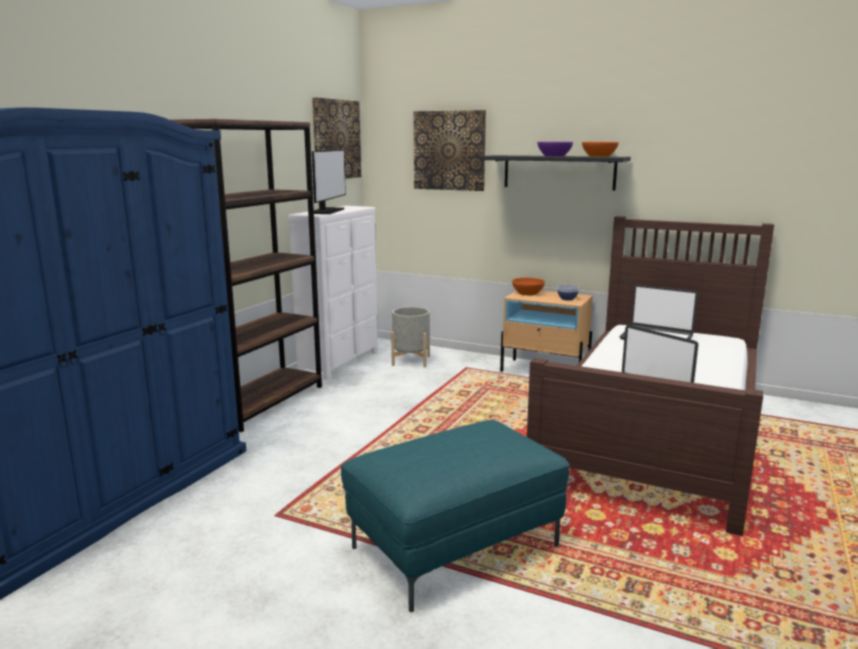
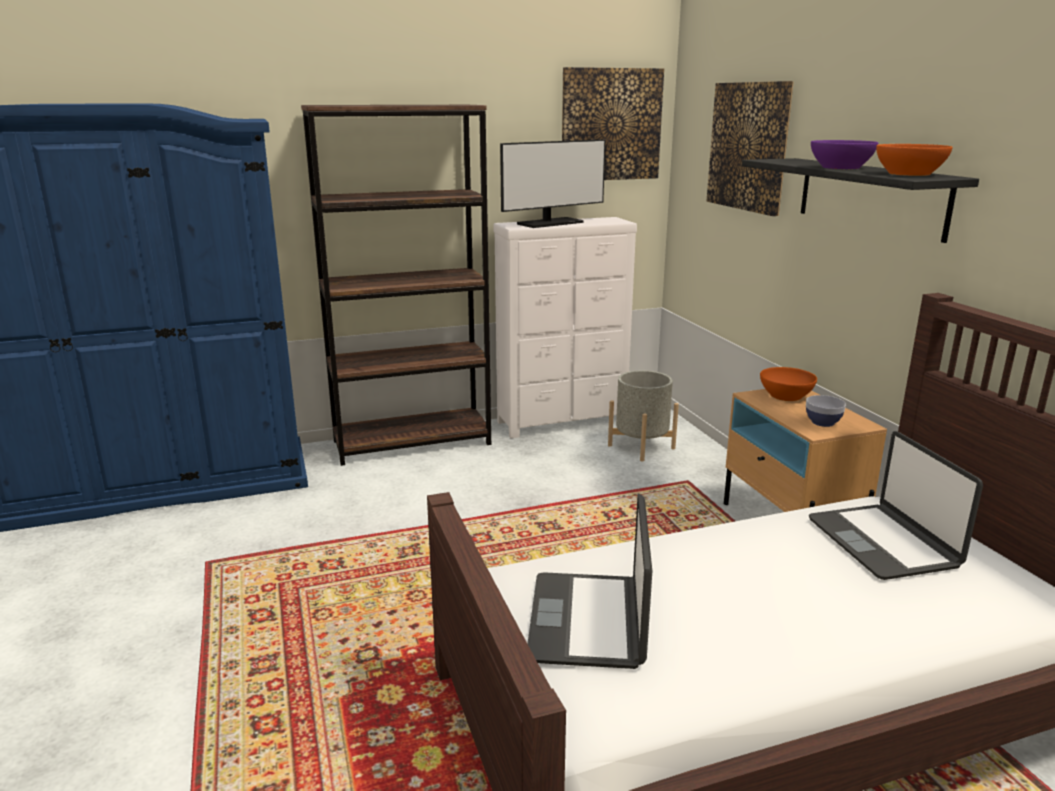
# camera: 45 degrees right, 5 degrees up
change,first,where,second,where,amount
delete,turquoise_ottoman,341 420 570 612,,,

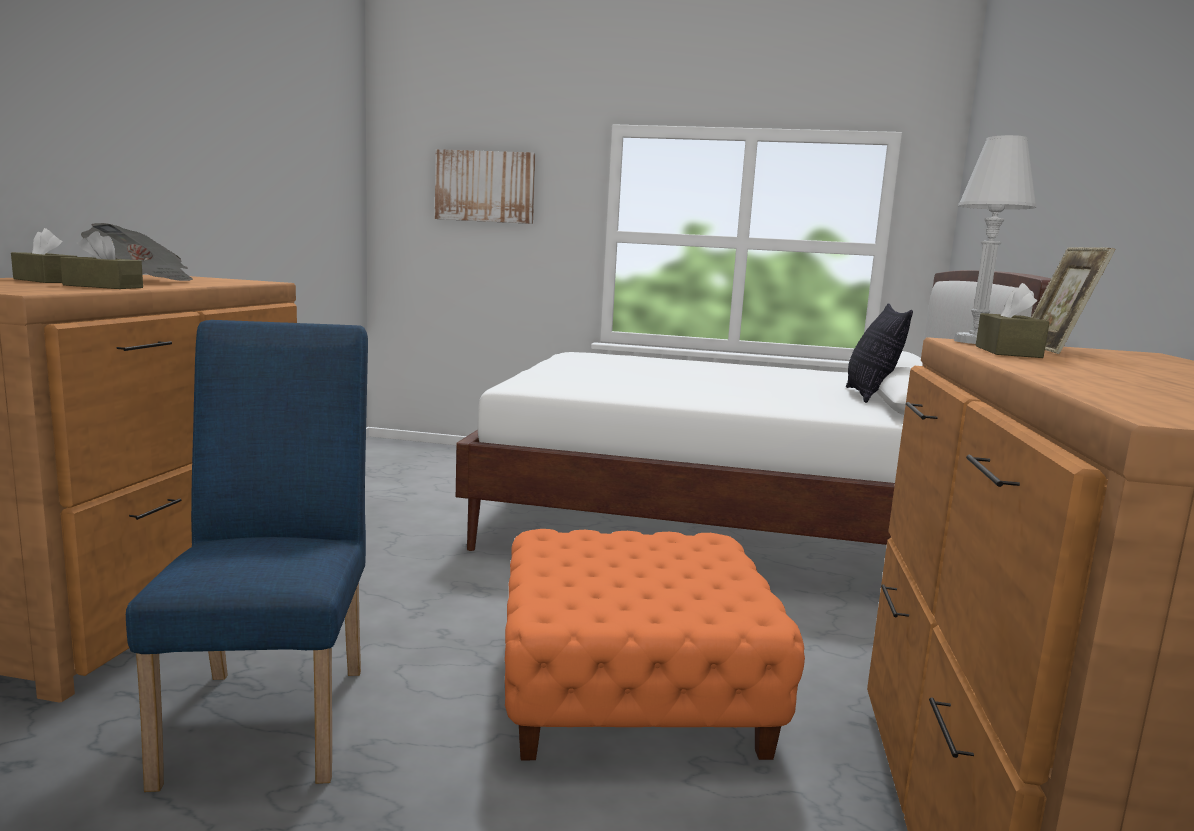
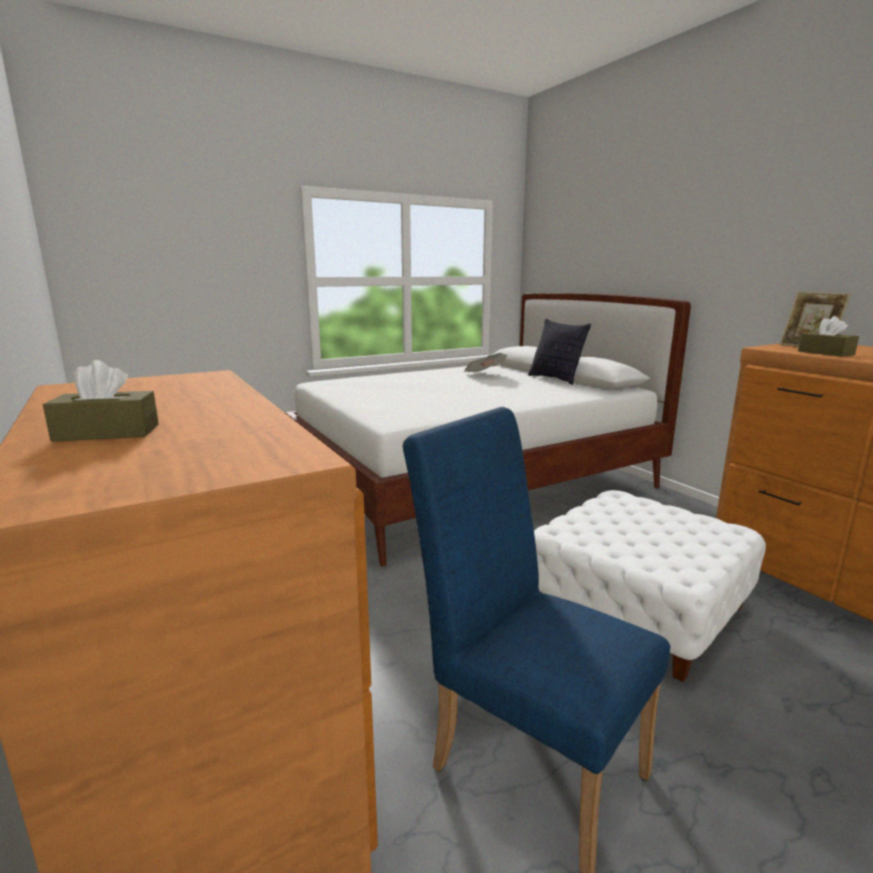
# camera: 40 degrees left, 5 degrees up
change,first,where,second,where,amount
move,newspaper,81 223 193 281,,464 353 507 372,
recolor,orange_ottoman,505 529 805 760,white_ottoman,534 490 766 682,
delete,brown_tissue_box,60 231 143 289,,,
delete,picture,435 149 535 224,,,
delete,white_table_lamp,954 135 1037 344,,,

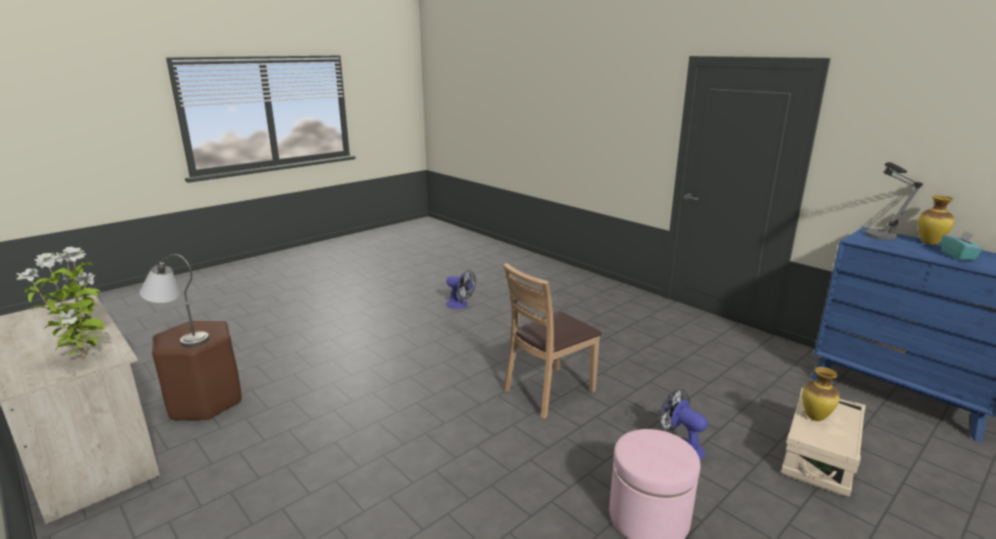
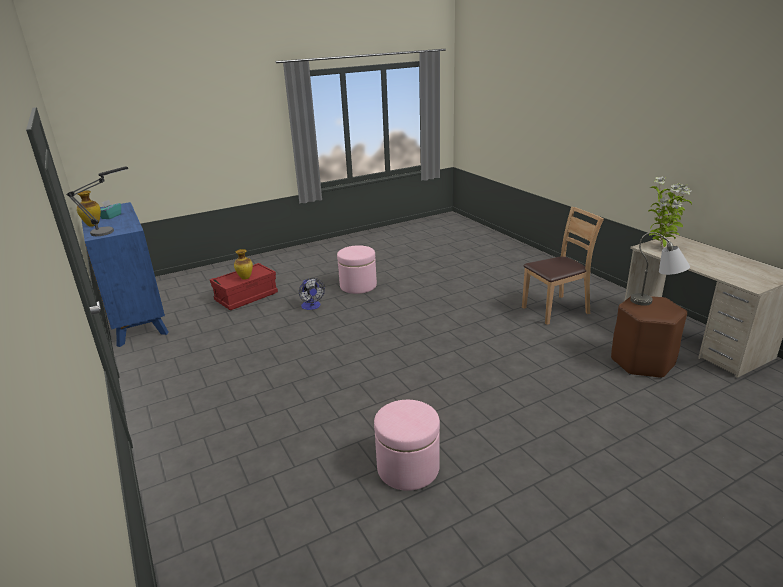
# camera: 165 degrees left, 5 degrees up
change,first,where,second,where,amount
recolor,beige_storage_box,781 388 866 497,red_storage_box,210 263 278 310,
replace,fan,446 270 476 309,pink_ottoman,374 400 440 491,
move,brown_chair,503 263 602 419,,522 207 604 325,

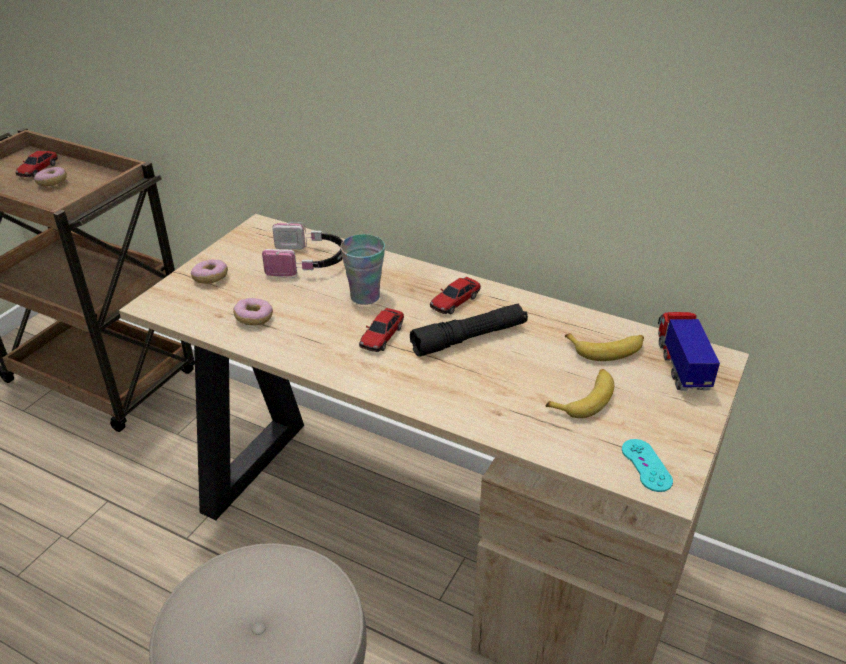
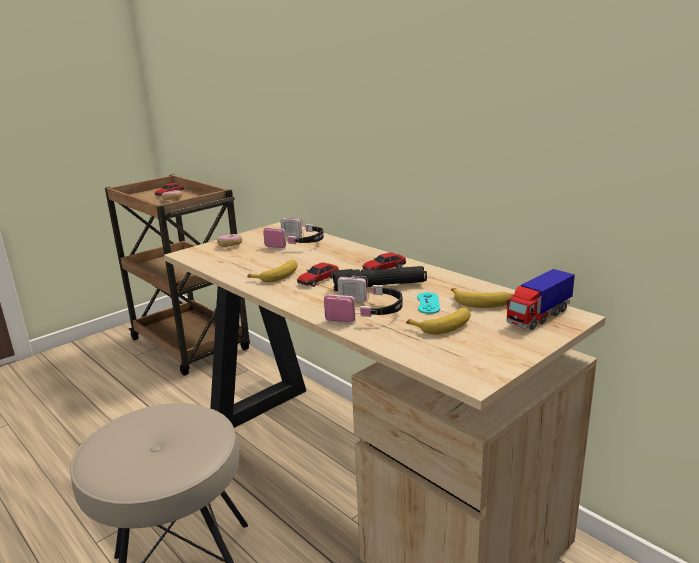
# camera: 20 degrees right, 15 degrees down
change,first,where,second,where,amount
insert,,,banana,247 260 298 282,
insert,,,headphones,324 276 403 324,
move,turquoise_game_controller,622 439 673 492,,417 292 440 314,
rotate,toy_truck,658 312 720 391,,507 269 575 330,150 degrees counterclockwise
delete,donut,233 298 273 325,,,
delete,cup,340 234 385 305,,,

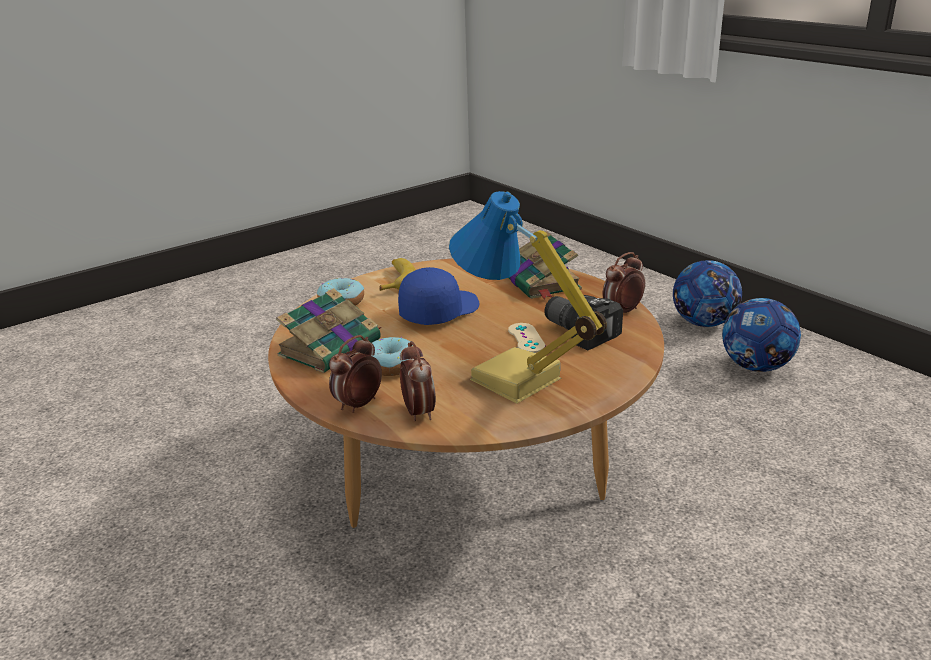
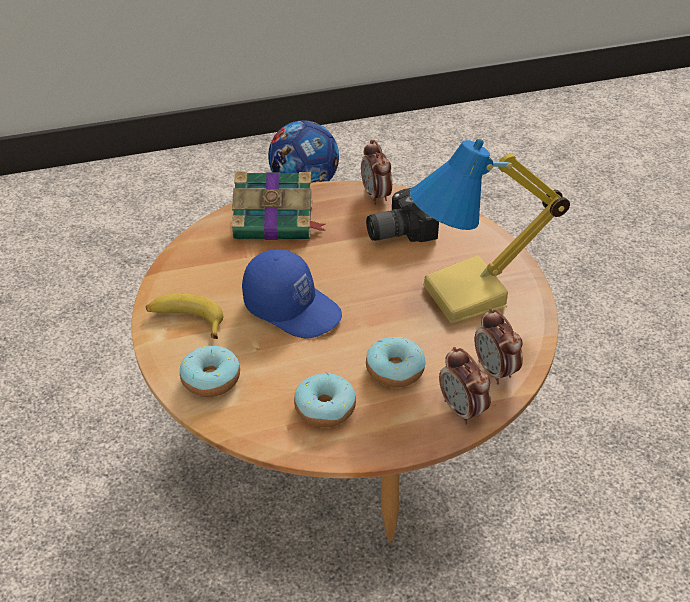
# camera: 70 degrees left, 15 degrees up
change,first,where,second,where,amount
rotate,blue_cap,398 267 480 325,,242 249 342 339,150 degrees clockwise
replace,book,276 288 381 373,donut,294 373 356 427,
rotate,alarm_clock,400 341 436 421,,475 308 523 385,120 degrees counterclockwise
delete,beige_game_controller,508 323 545 353,,,
delete,football,673 260 742 327,,,

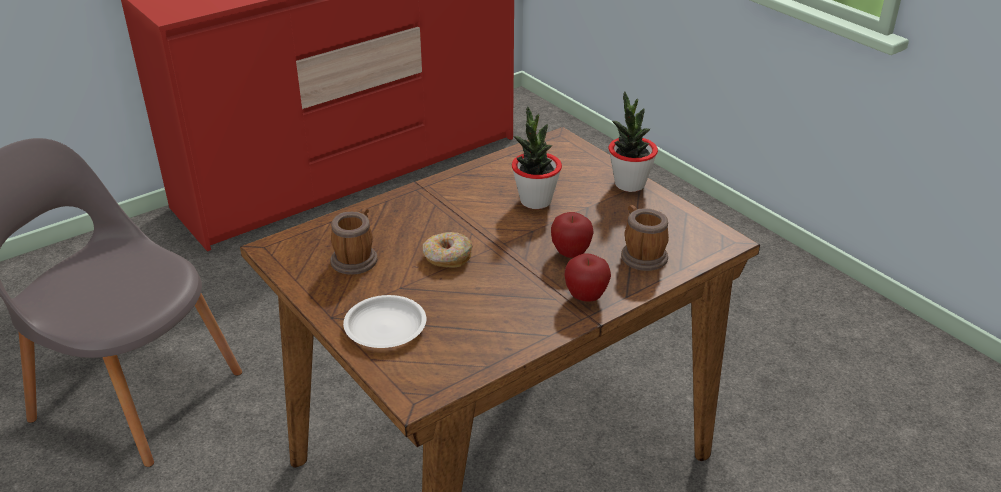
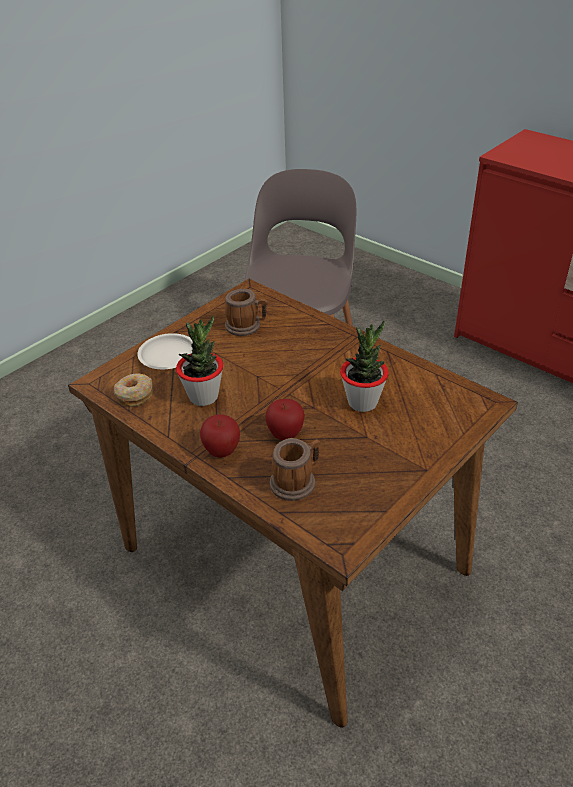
# camera: 80 degrees right, 5 degrees up
change,first,where,second,where,amount
move,donut,423 232 473 267,,114 373 153 407,
move,potted_plant,609 91 658 192,,176 315 223 406,

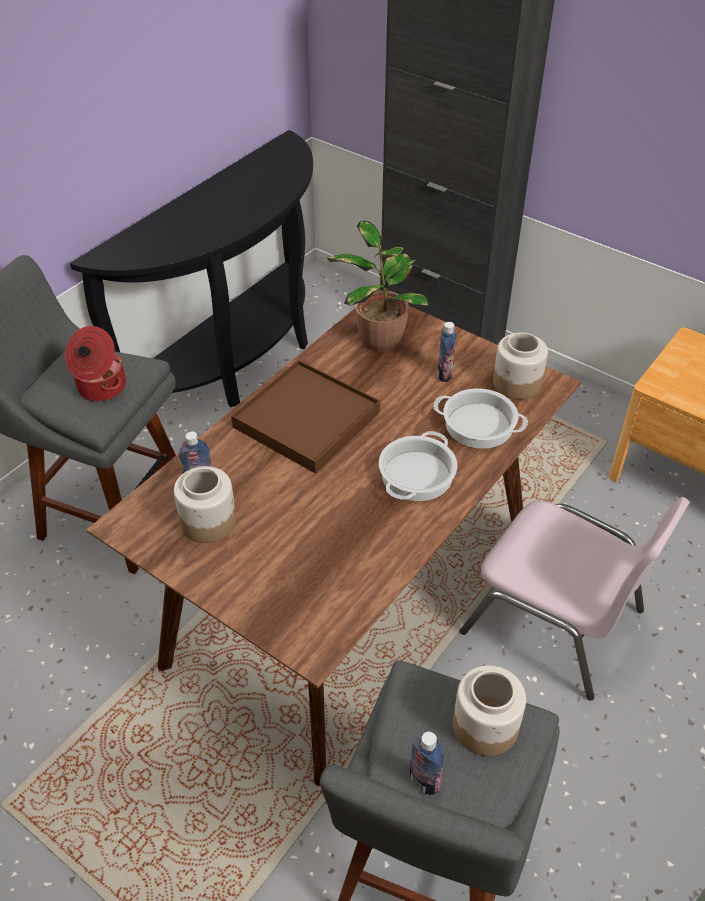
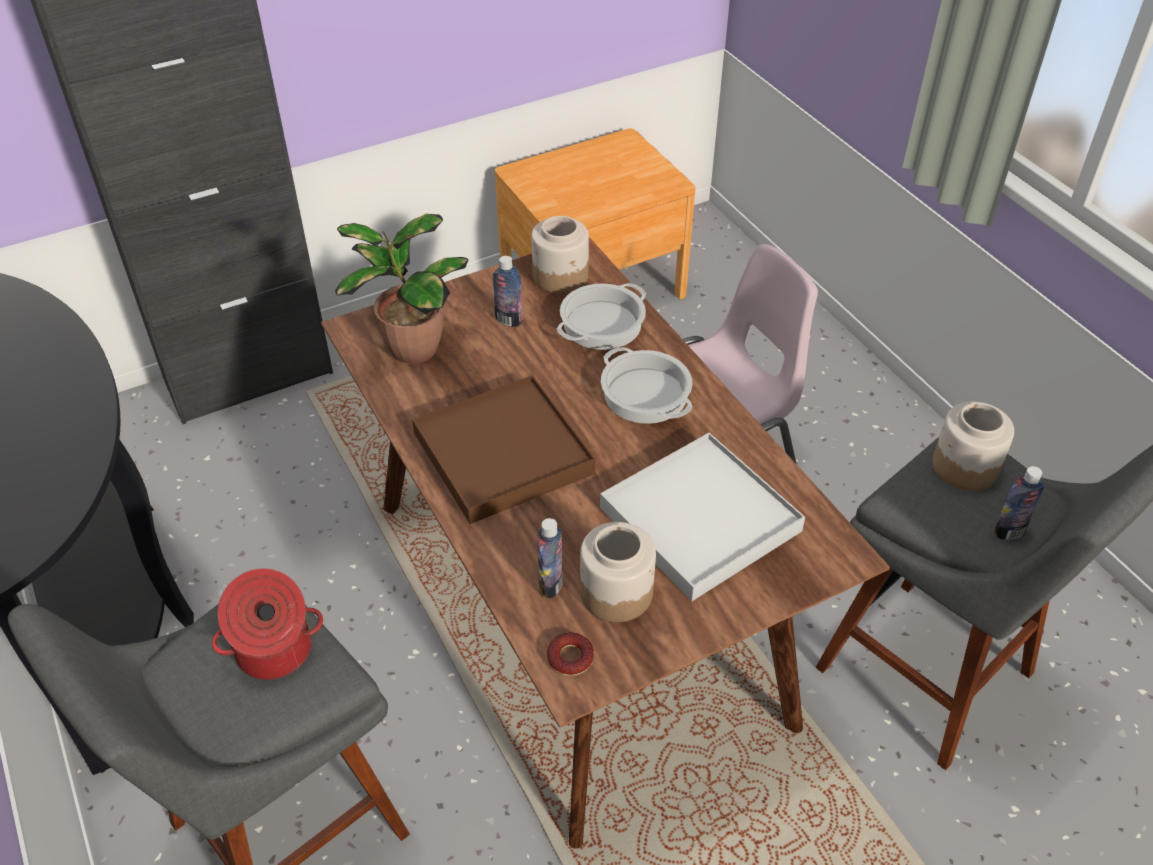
# camera: 65 degrees left, 0 degrees up
change,first,where,second,where,amount
insert,,,donut,547 632 594 676,
insert,,,white_tray,600 433 805 601,

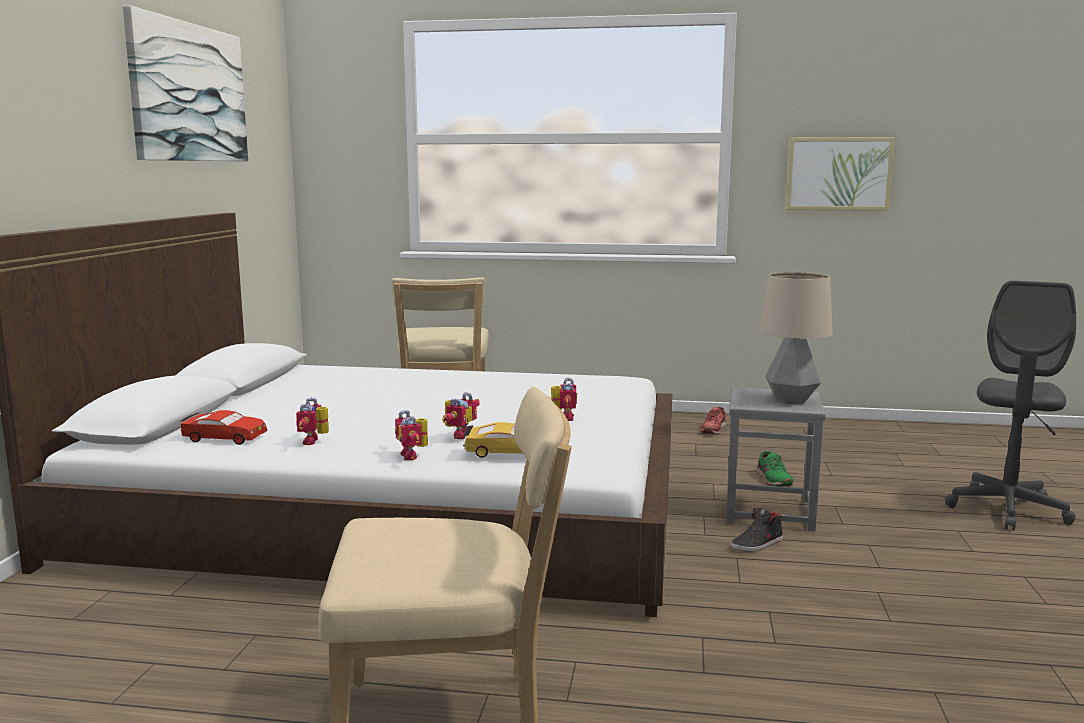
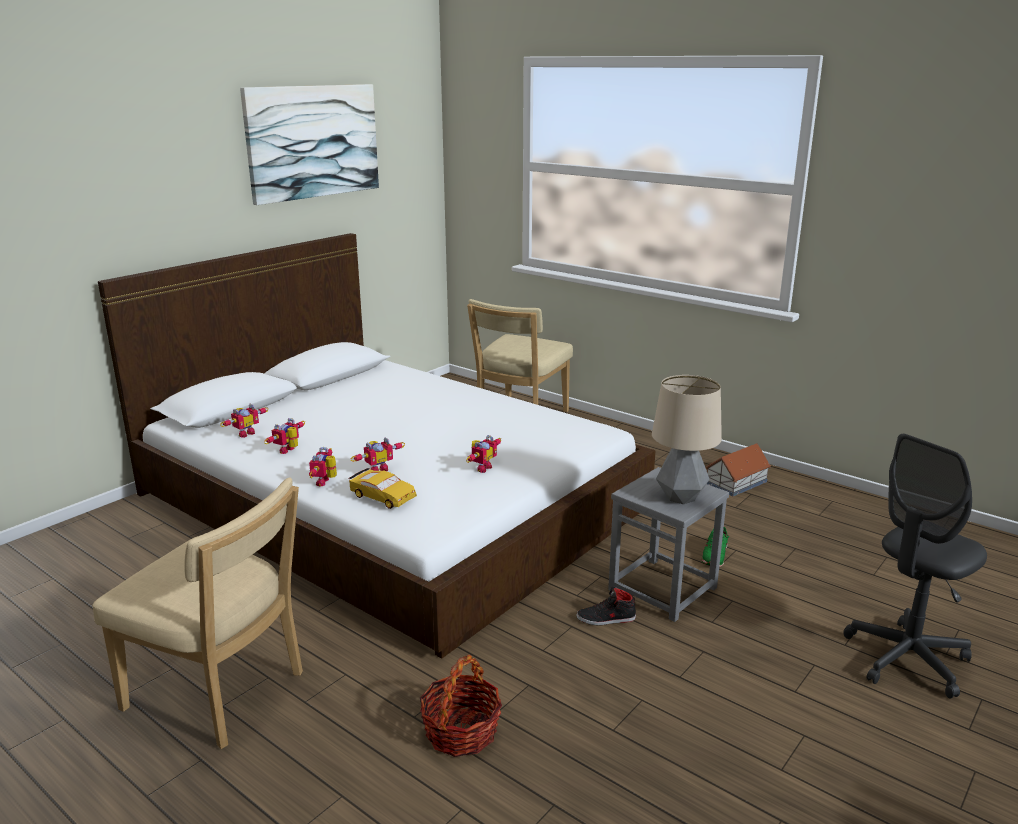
# camera: 30 degrees right, 10 degrees up
change,first,where,second,where,amount
replace,red_toy_car,180 410 267 445,toy_robot,220 404 268 438,
insert,,,basket,420 655 502 757,
replace,red_shoe,701 407 726 435,toy_house,706 443 771 497,
delete,picture,785 137 895 211,,,

